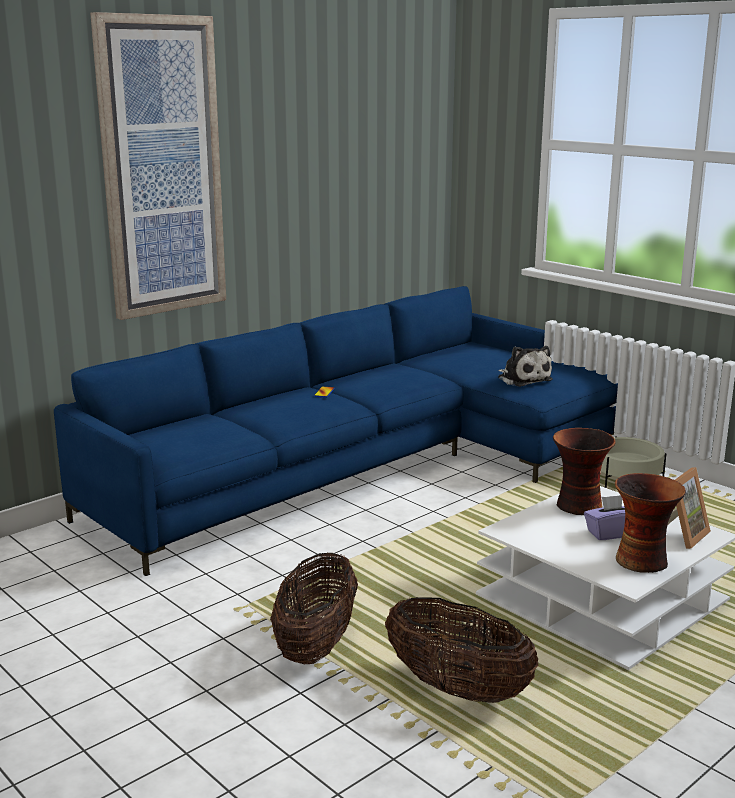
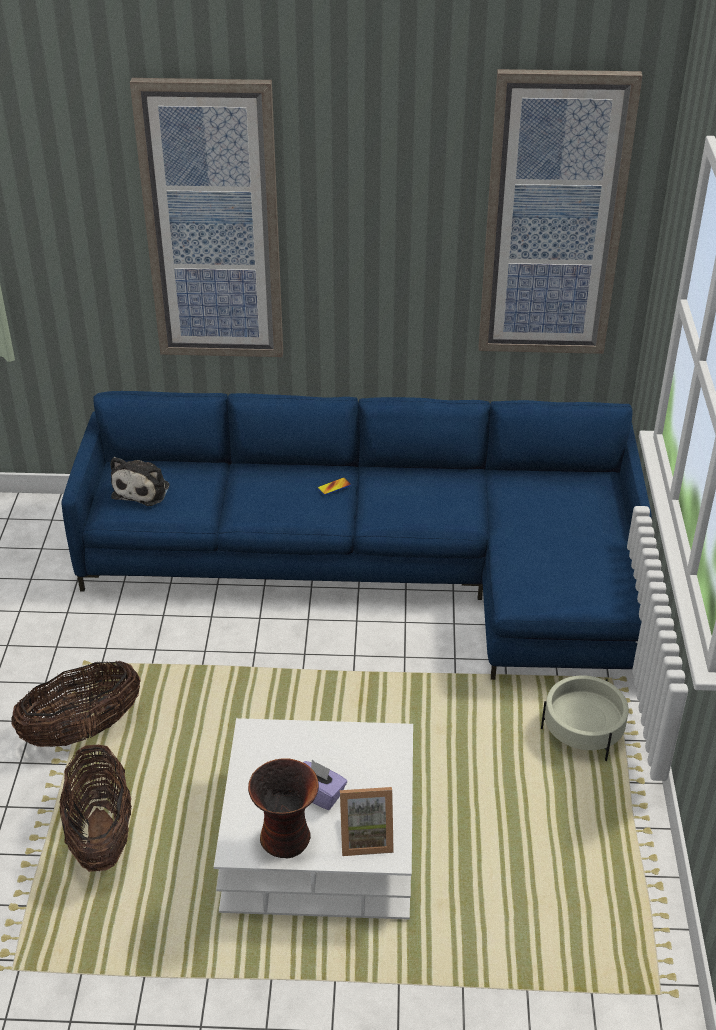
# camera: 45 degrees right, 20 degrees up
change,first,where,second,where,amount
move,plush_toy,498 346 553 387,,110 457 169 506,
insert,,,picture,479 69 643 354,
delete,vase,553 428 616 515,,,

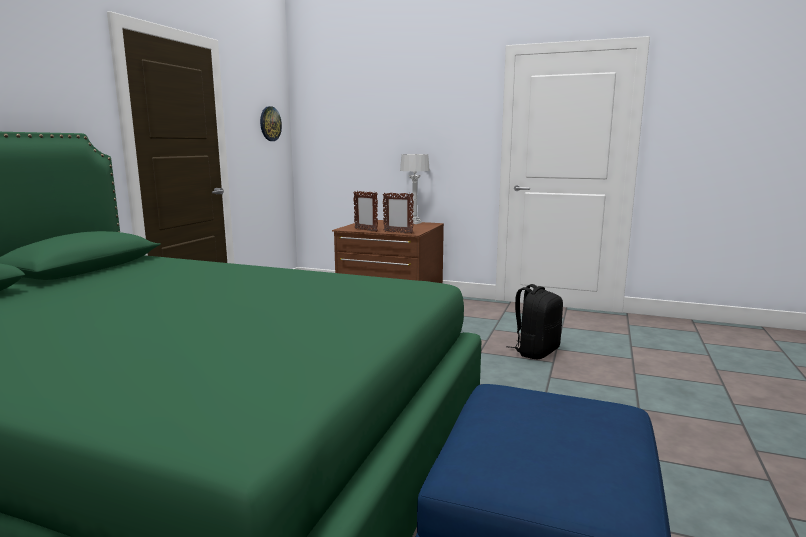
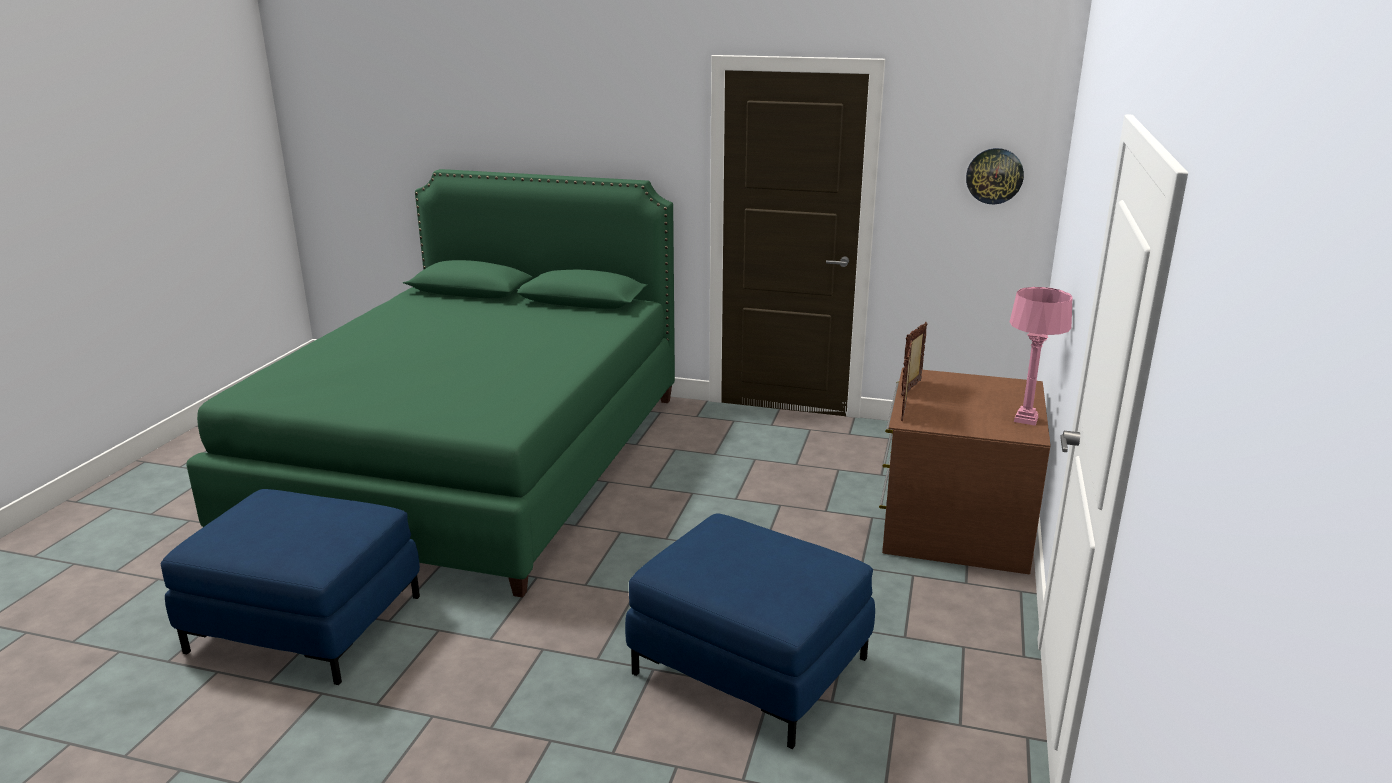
# camera: 85 degrees right, 10 degrees up
change,first,where,second,where,amount
replace,black_backpack,506 284 563 359,blue_ottoman,625 513 875 749,
recolor,grey_table_lamp,400 154 430 224,pink_table_lamp,1010 287 1072 426,

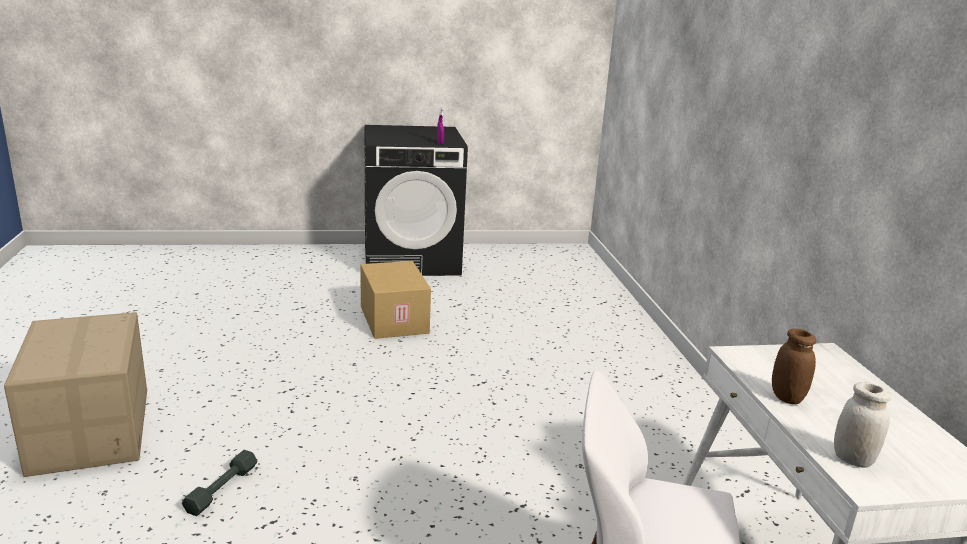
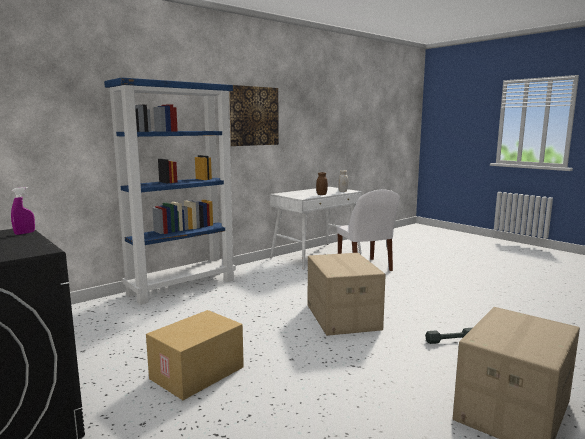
# camera: 120 degrees left, 10 degrees down
change,first,where,second,where,amount
insert,,,blue_bookcase,104 77 236 305,
insert,,,picture,229 85 279 146,
insert,,,cardboard_box,308 253 386 336,

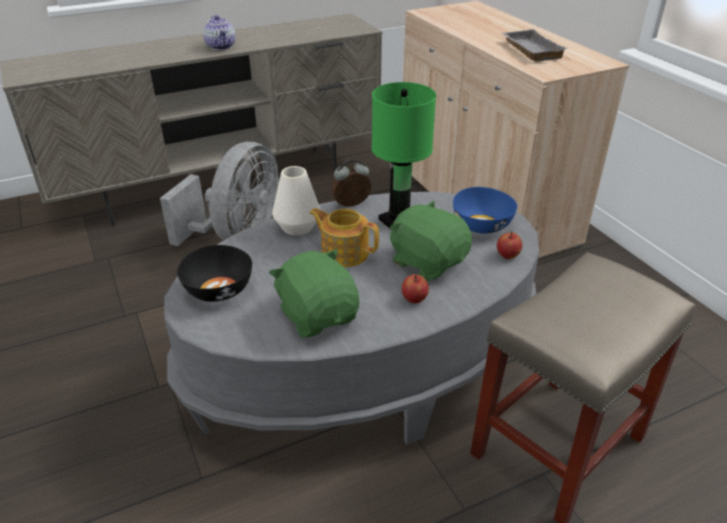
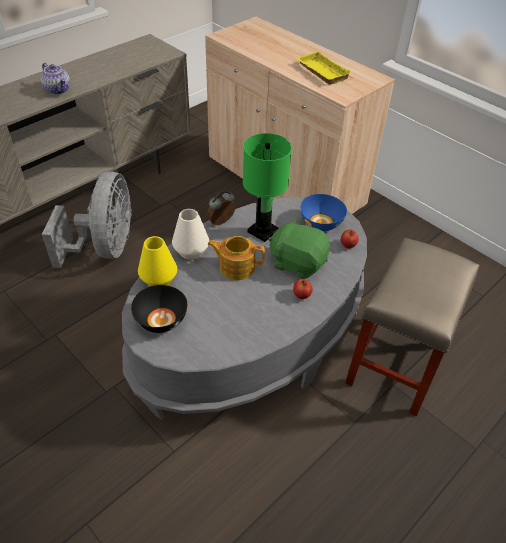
# camera: 20 degrees left, 10 degrees up
change,first,where,second,where,amount
insert,,,yellow_vase,138 236 177 286,
recolor,grey_tray,502 29 568 61,yellow_tray,296 51 352 85,
delete,green_plush_toy,269 249 359 338,,,

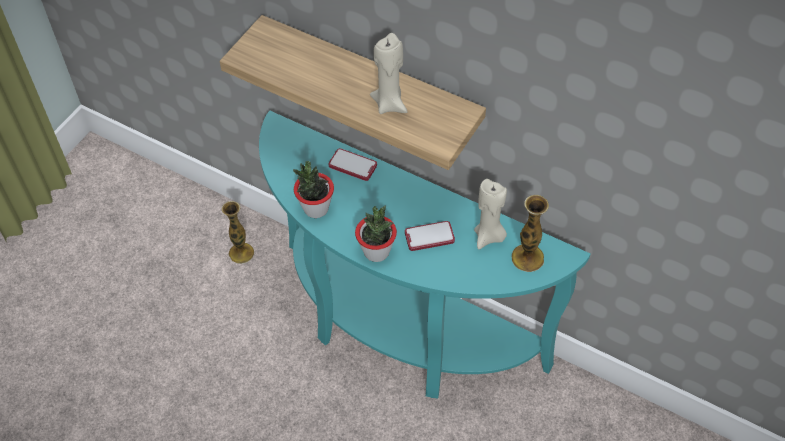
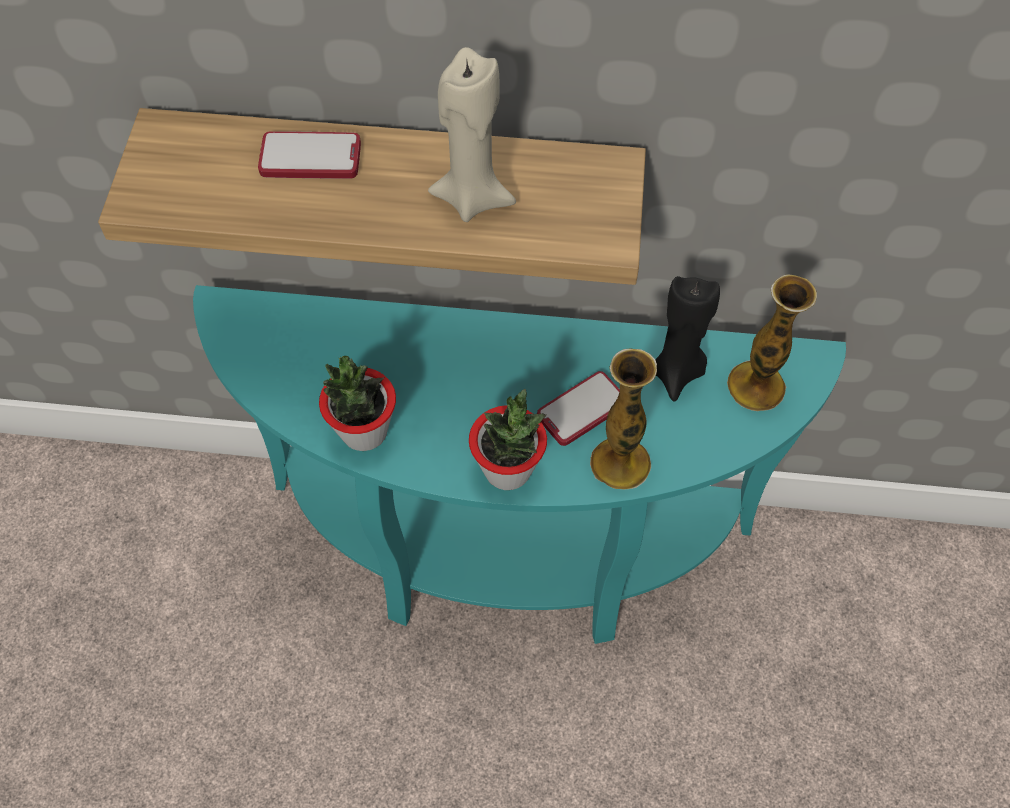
# camera: 25 degrees left, 5 degrees up
change,first,where,second,where,amount
move,phone,329 148 377 181,,258 131 361 179,
move,vase,222 201 254 264,,590 349 657 489,
recolor,beige_candle,474 179 507 249,black_candle,655 276 720 402,

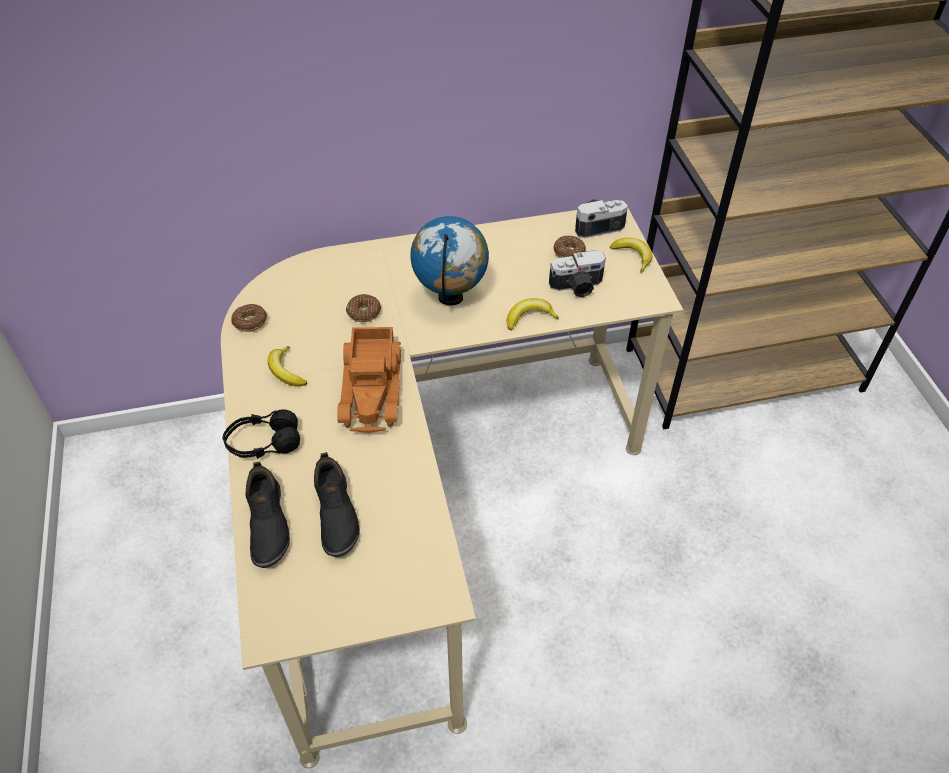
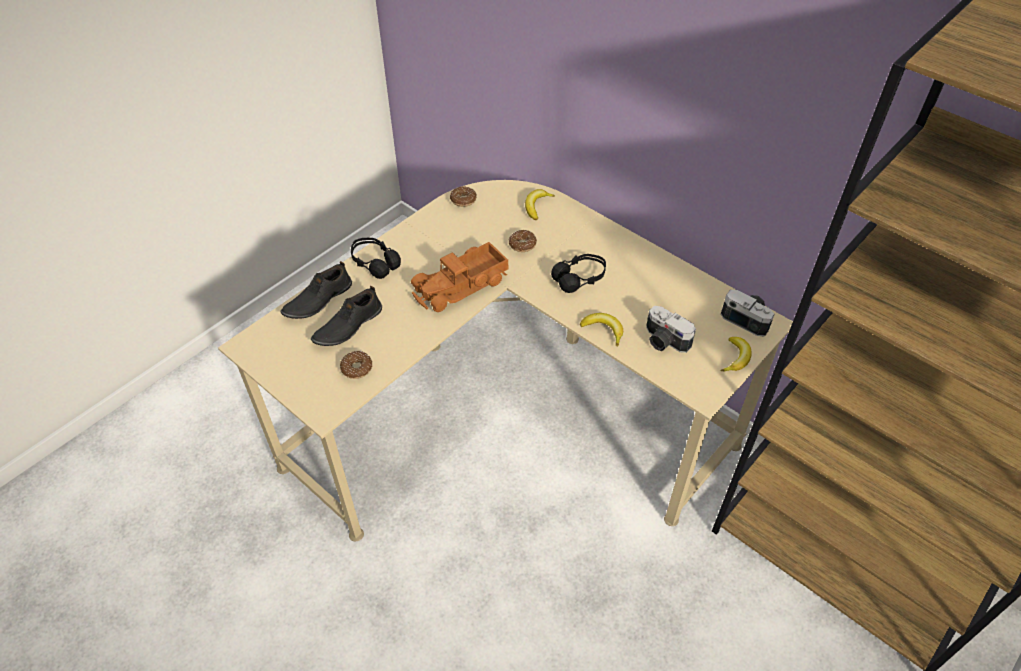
# camera: 55 degrees right, 0 degrees up
change,first,where,second,where,amount
move,donut,554 235 586 258,,340 351 372 379,
move,banana,268 346 307 387,,525 189 555 220,
replace,globe,410 216 489 306,black_headphones,551 254 606 293,

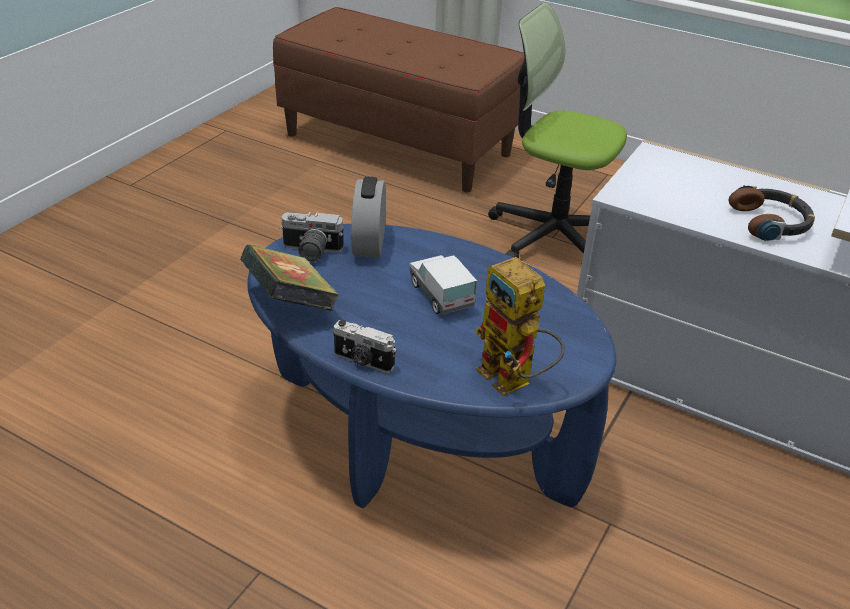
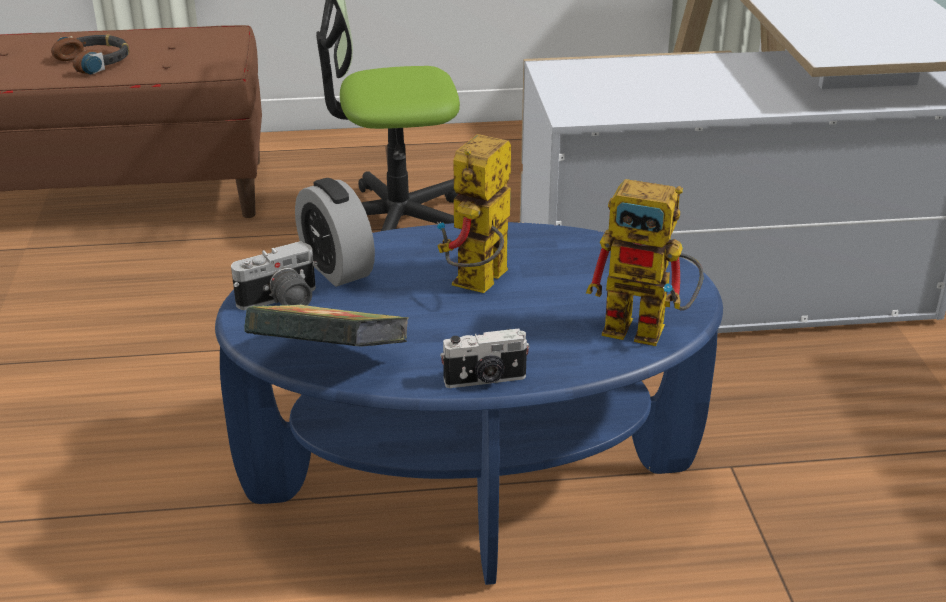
# camera: 35 degrees left, 5 degrees down
change,first,where,second,where,amount
move,headphones,729 185 815 241,,51 34 129 75,
replace,toy_truck,410 255 477 315,toy_robot,437 134 511 293,

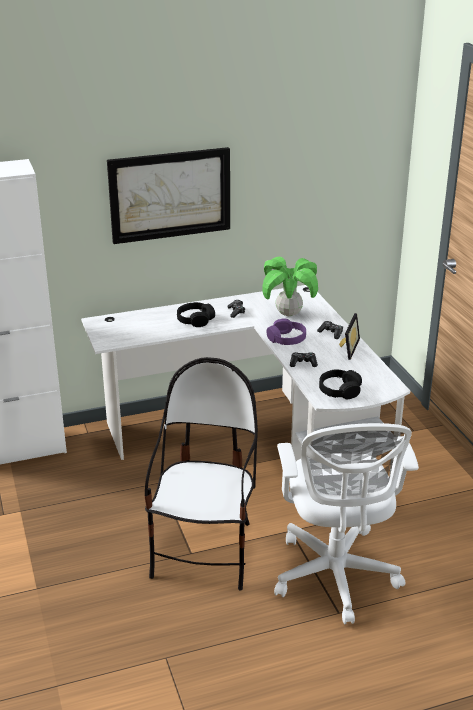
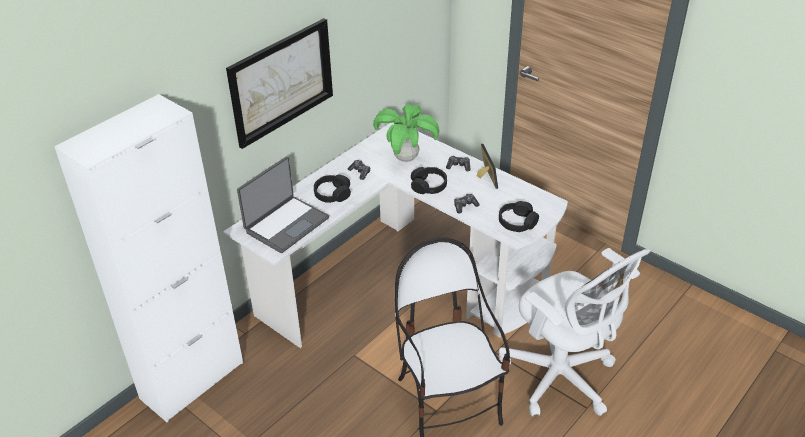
# camera: 30 degrees left, 10 degrees up
change,first,where,second,where,amount
insert,,,laptop,237 156 329 253,
recolor,purple_headphones,266 318 306 345,black_headphones,411 167 447 194,

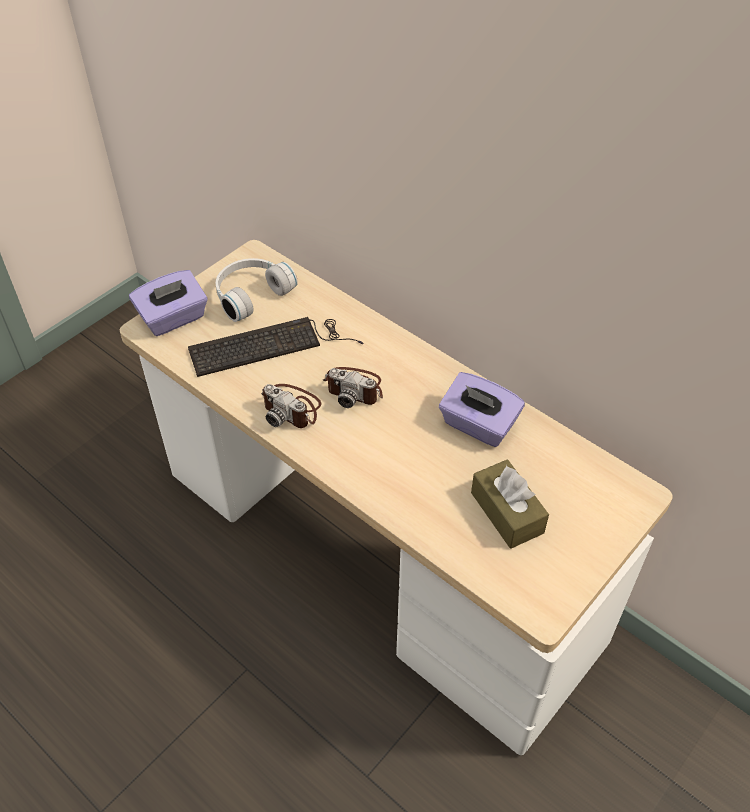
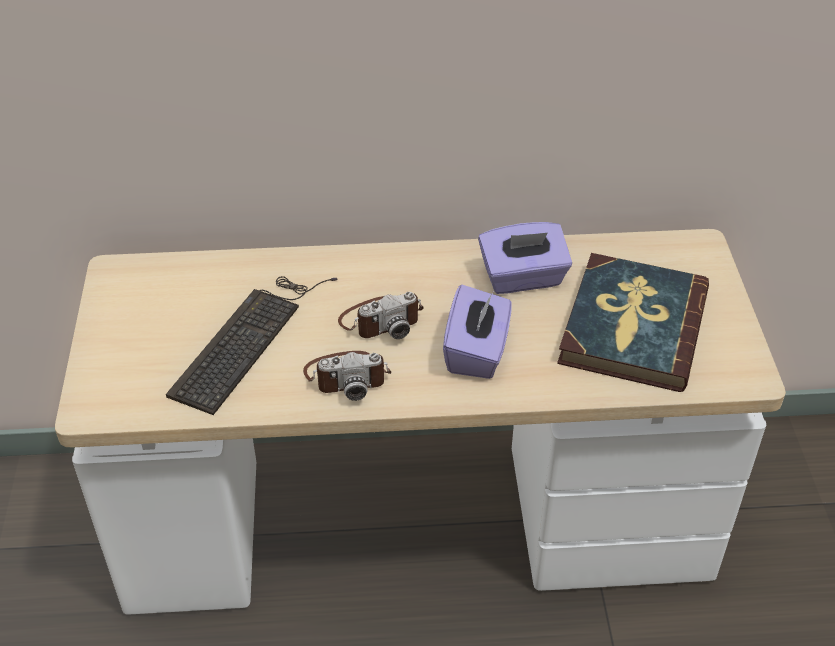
# camera: 45 degrees left, 5 degrees down
change,first,where,second,where,amount
move,purple_tissue_box,129 270 207 336,,443 285 512 379,
replace,brown_tissue_box,471 460 549 549,book,557 253 709 392,
delete,white_headphones,216 258 298 322,,,

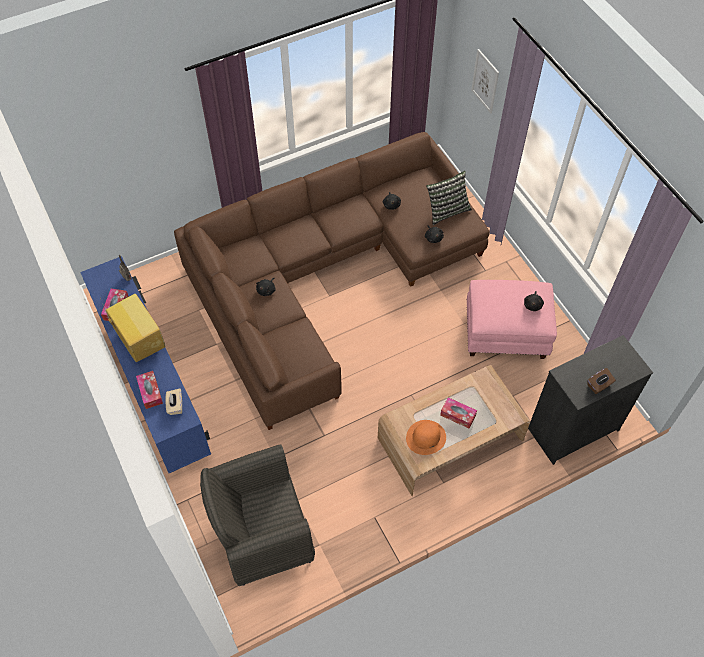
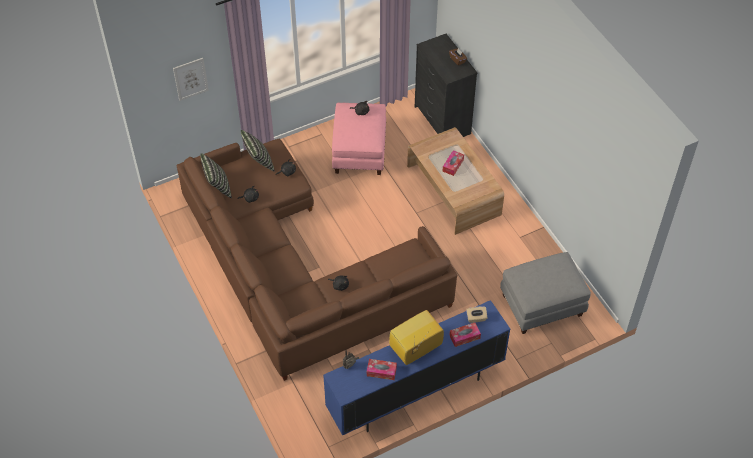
# camera: 90 degrees left, 5 degrees down
change,first,where,second,where,amount
insert,,,pillow,200 153 232 198,
replace,grey_armchair,200 444 315 586,grey_ottoman,500 252 591 334,
delete,orange_hat,406 420 446 455,,,

